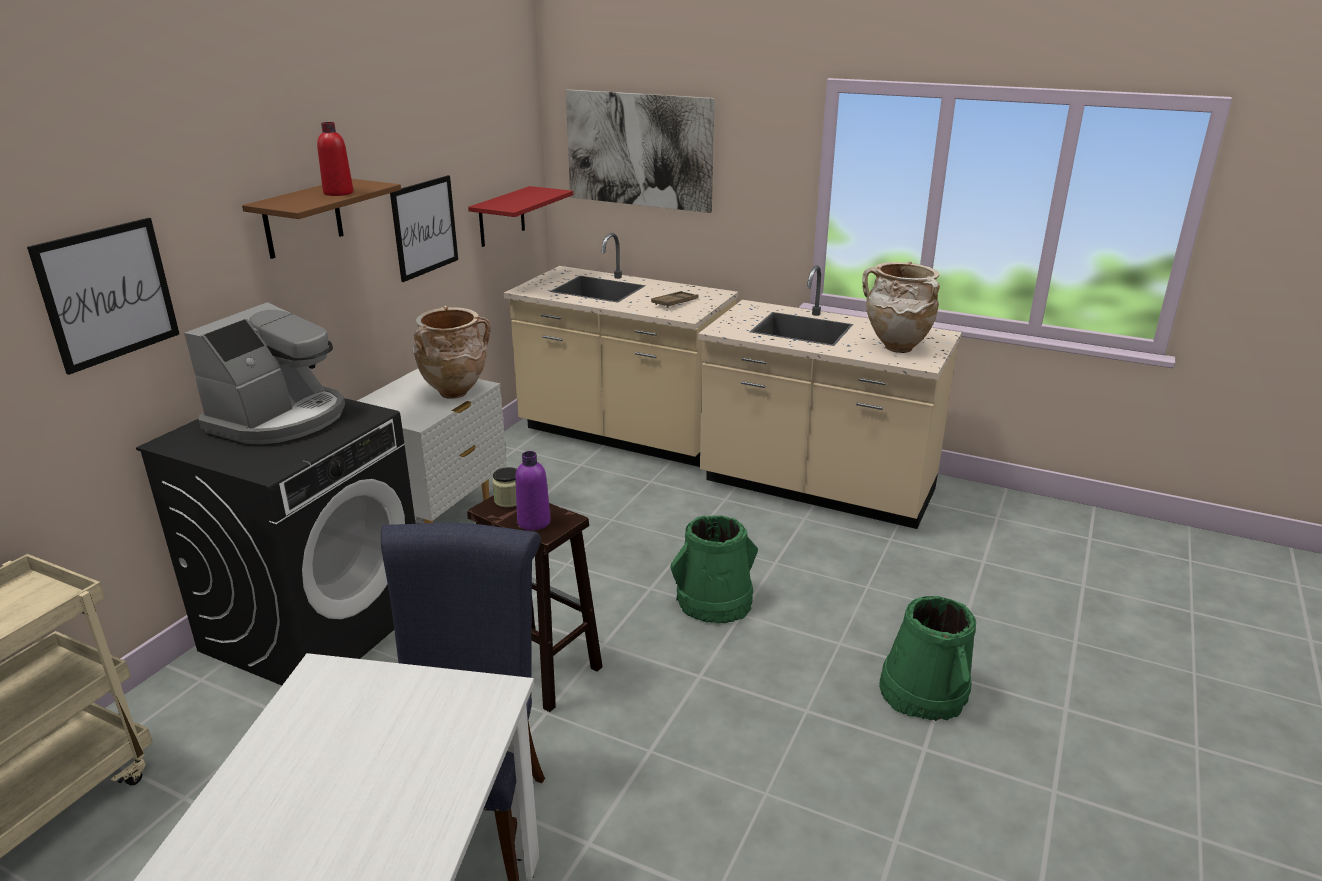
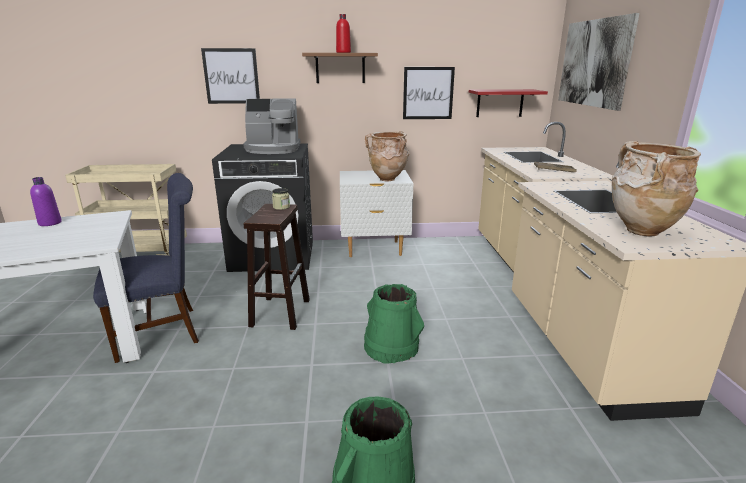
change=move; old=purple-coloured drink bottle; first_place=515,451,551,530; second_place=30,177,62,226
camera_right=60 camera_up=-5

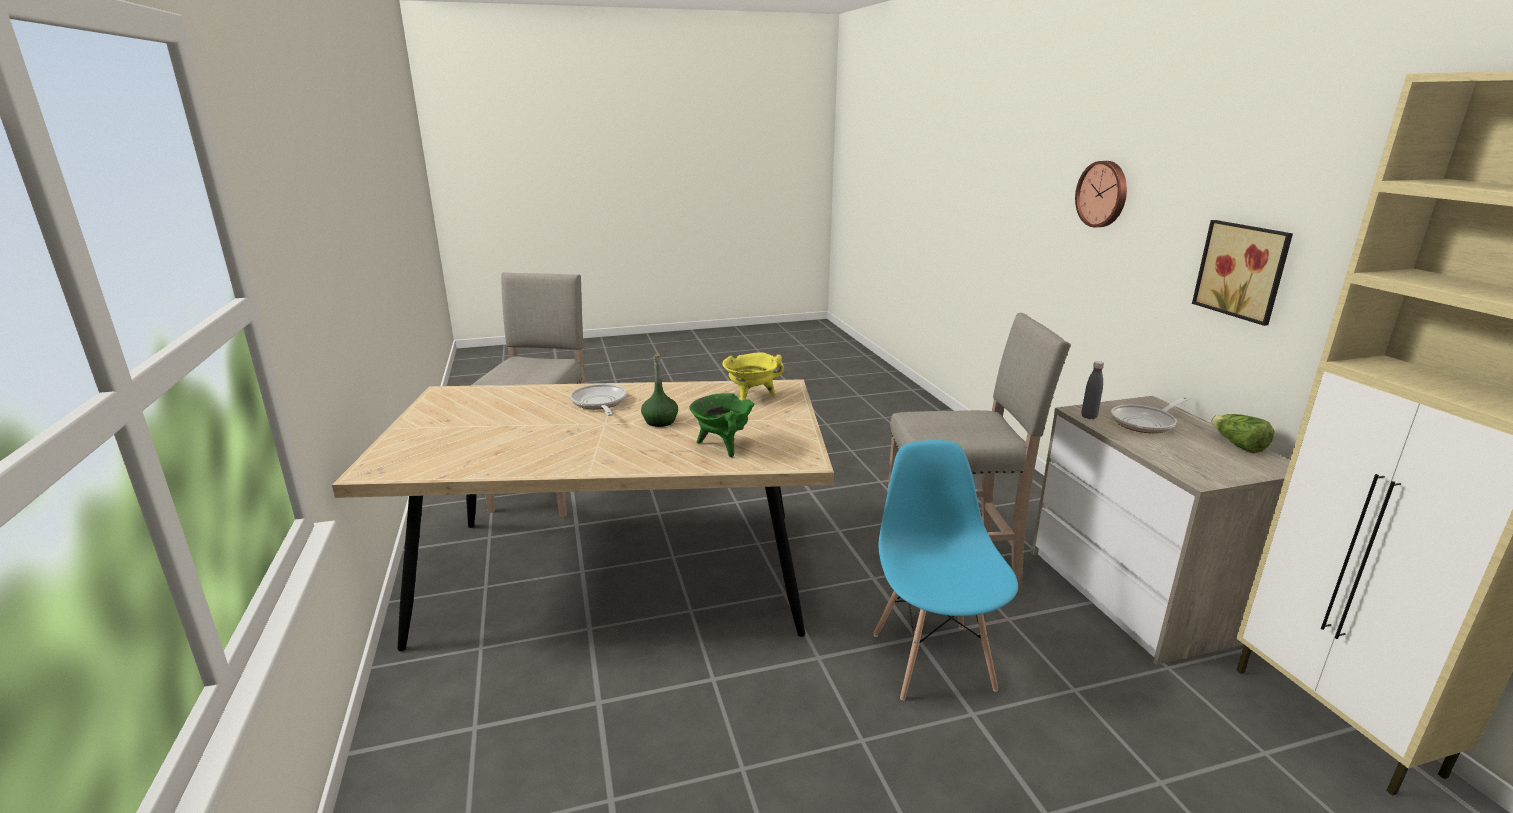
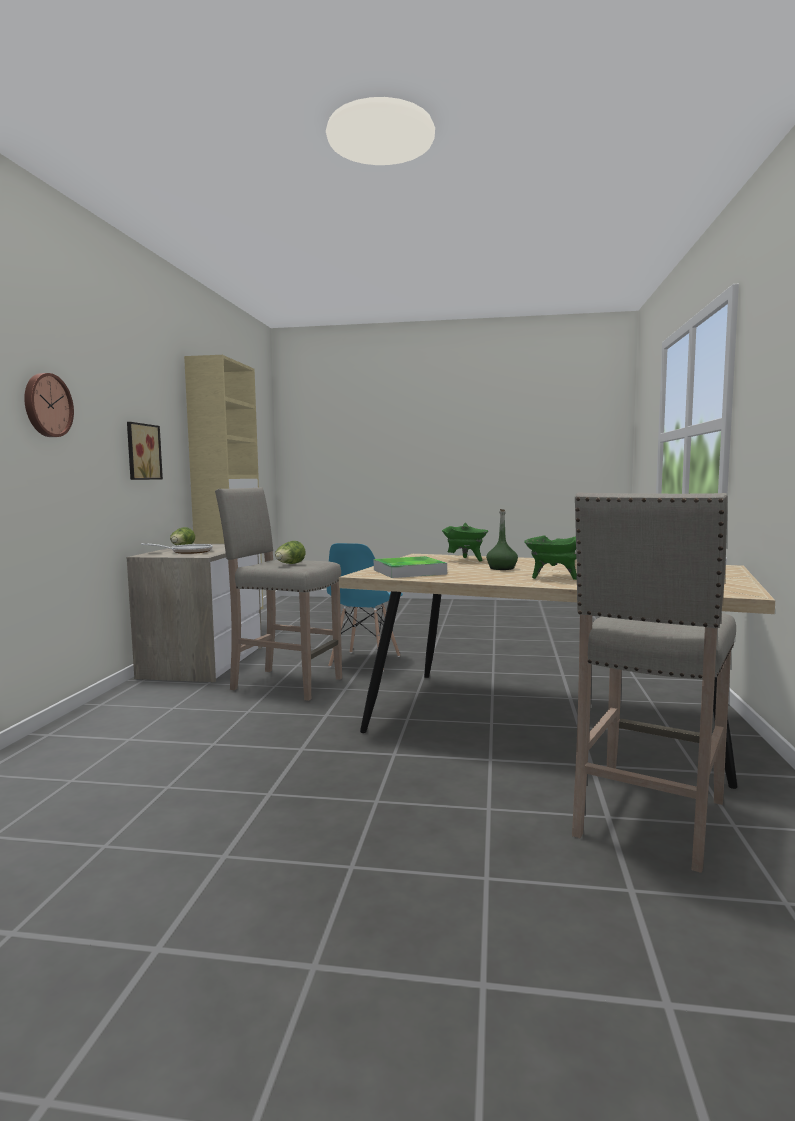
change=delete; old=gray drink bottle; first_place=1082,361,1104,419
change=insert; new=head of lettuce; second_place=275,541,305,564
change=replace; old=frying pan; new=greenish cooking pot; first_place=570,384,627,416; second_place=524,535,577,580
change=replace; old=yellow-coloured cooking pot; new=tray; first_place=722,352,784,401; second_place=374,556,447,578
camera_right=-155 camera_up=-15

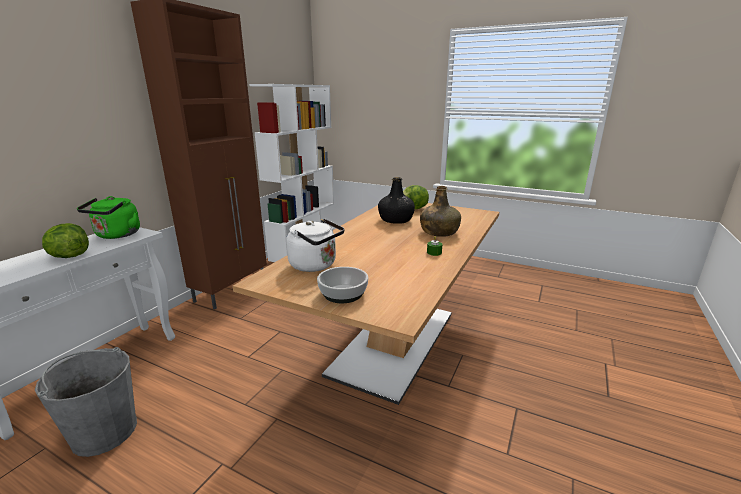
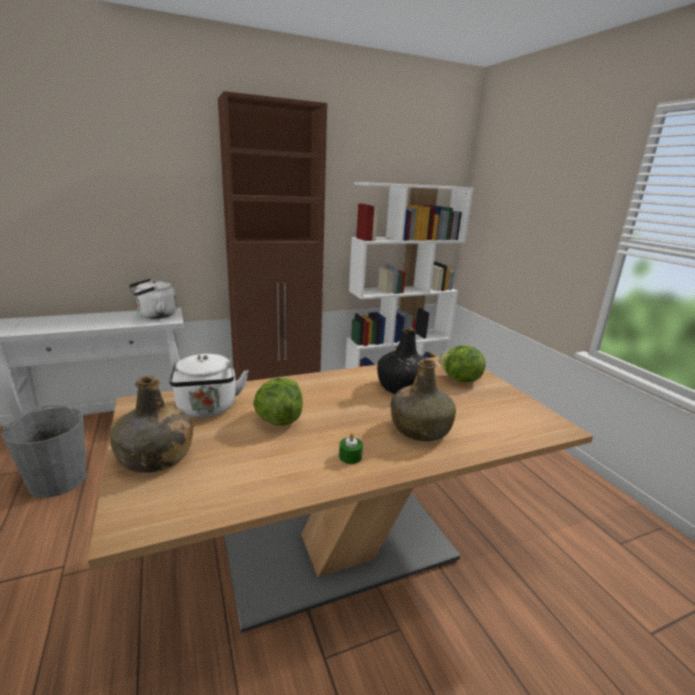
change=move; old=head of lettuce; first_place=42,223,89,258; second_place=253,378,303,426
change=replace; old=bowl; new=greenish drink bottle; first_place=317,267,368,303; second_place=110,376,193,473
change=recolor; old=greenish water kettle; new=white water kettle; first_place=77,196,140,239; second_place=129,279,177,319
camera_right=40 camera_up=0

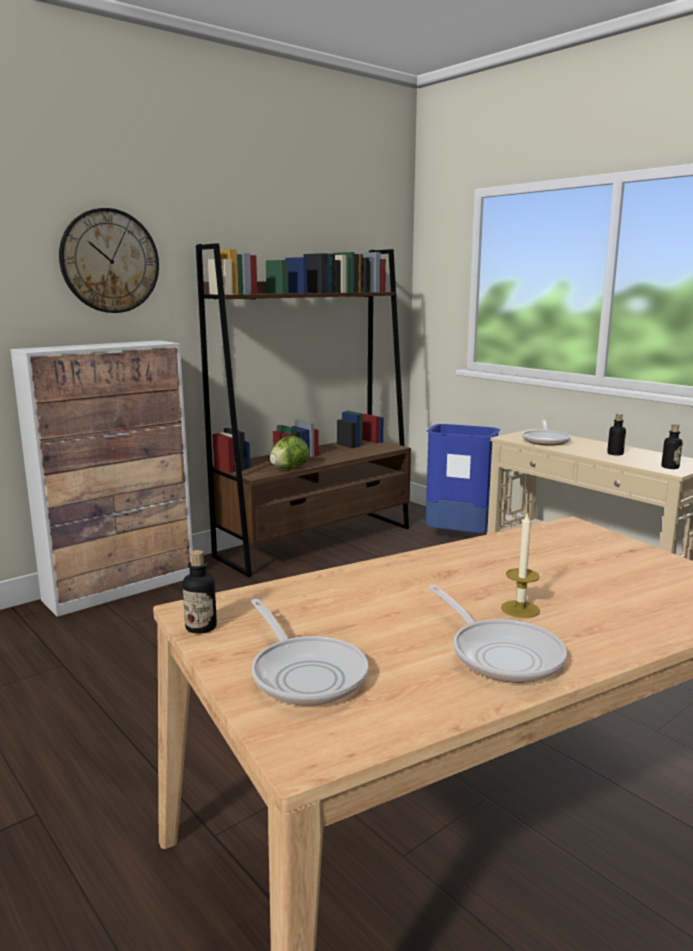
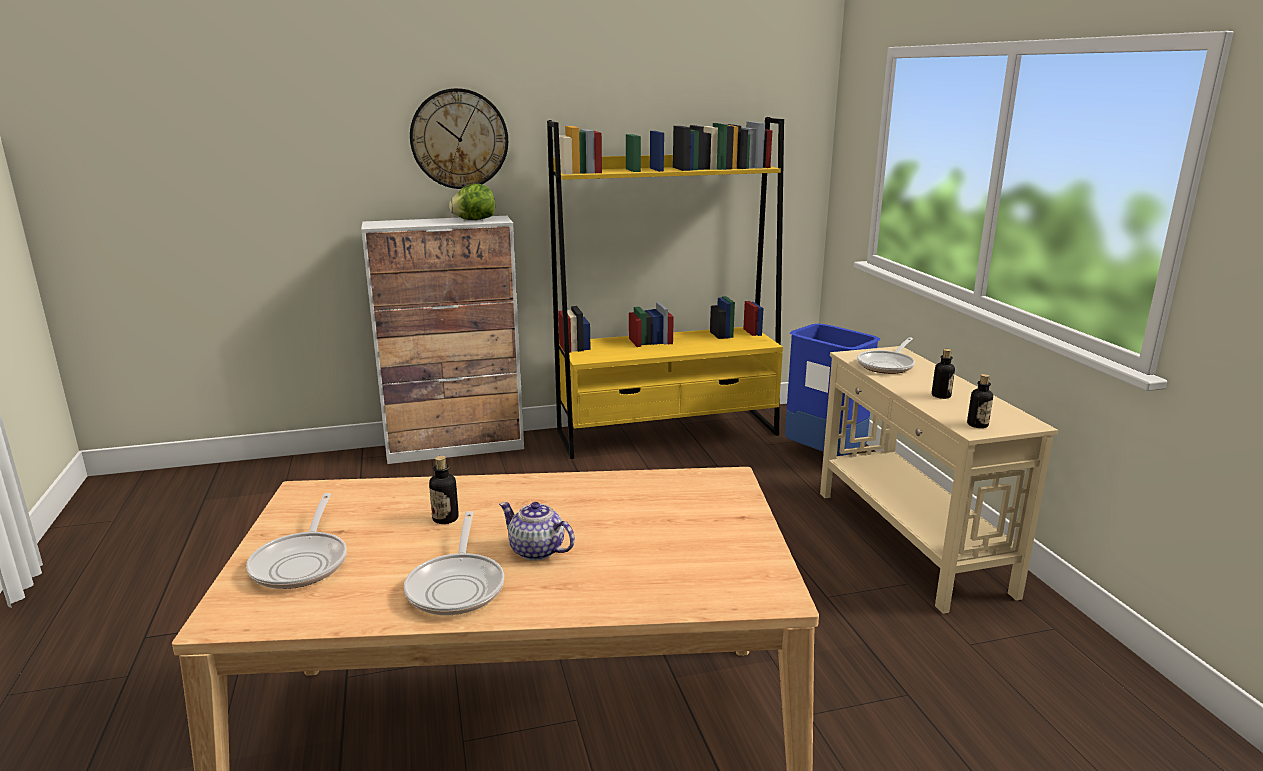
change=move; old=drink bottle; first_place=183,550,217,634; second_place=429,456,459,524
change=move; old=head of lettuce; first_place=270,436,309,469; second_place=449,184,495,220
change=replace; old=wax light; new=teapot; first_place=501,514,540,618; second_place=499,502,575,561
change=recolor; old=brown bookshelf; new=yellow-coloured bookshelf; first_place=196,243,411,577; second_place=547,117,784,459
camera_right=25 camera_up=5

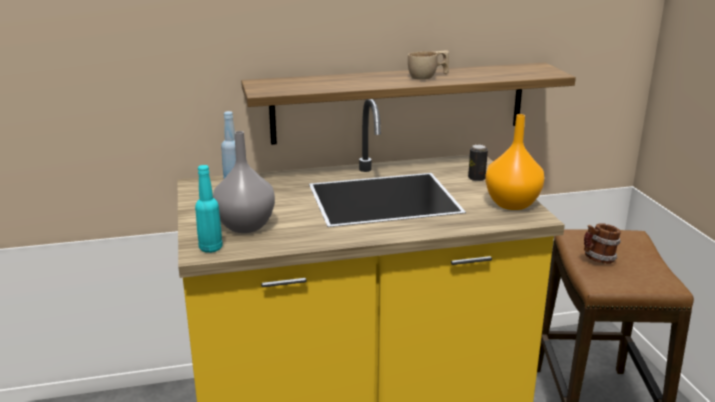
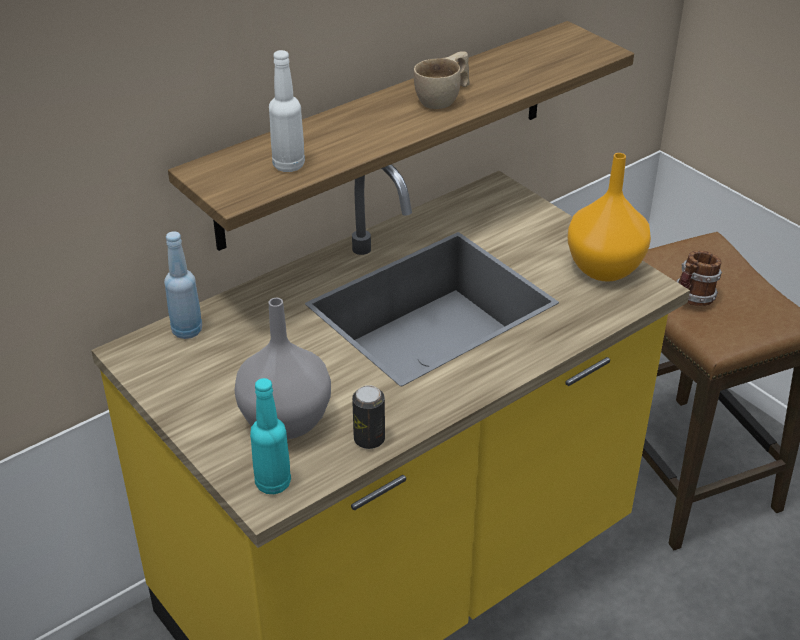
change=insert; new=white drink bottle; second_place=269,50,305,172
change=move; old=metal can; first_place=468,144,488,181; second_place=352,385,385,449
camera_right=-25 camera_up=15

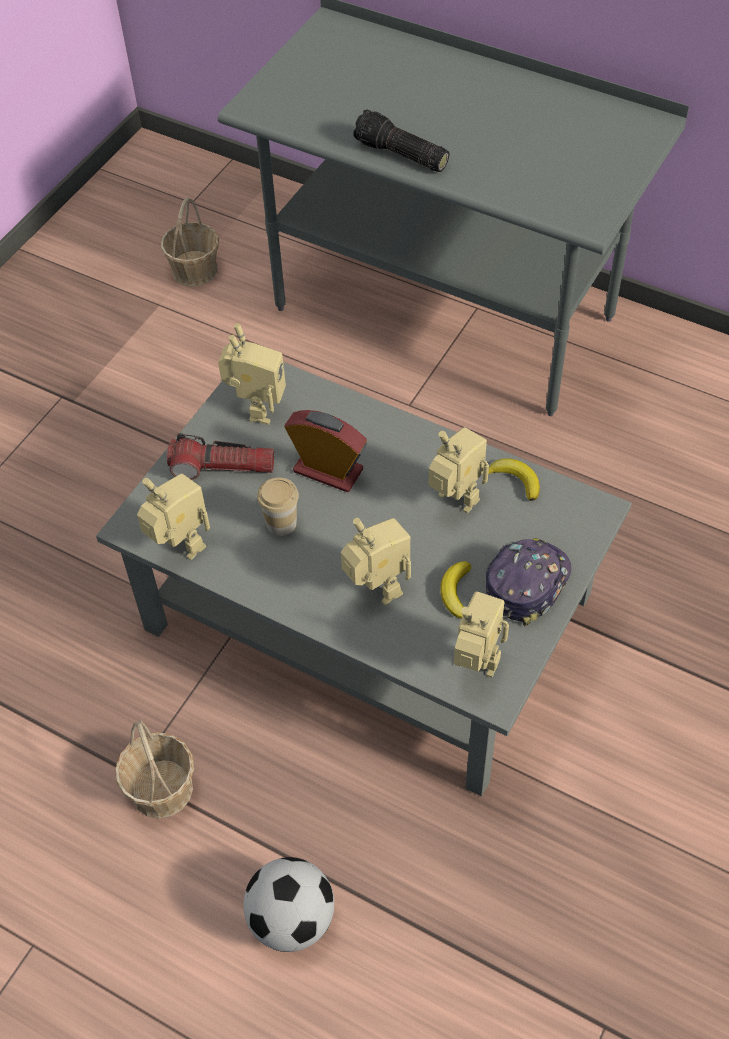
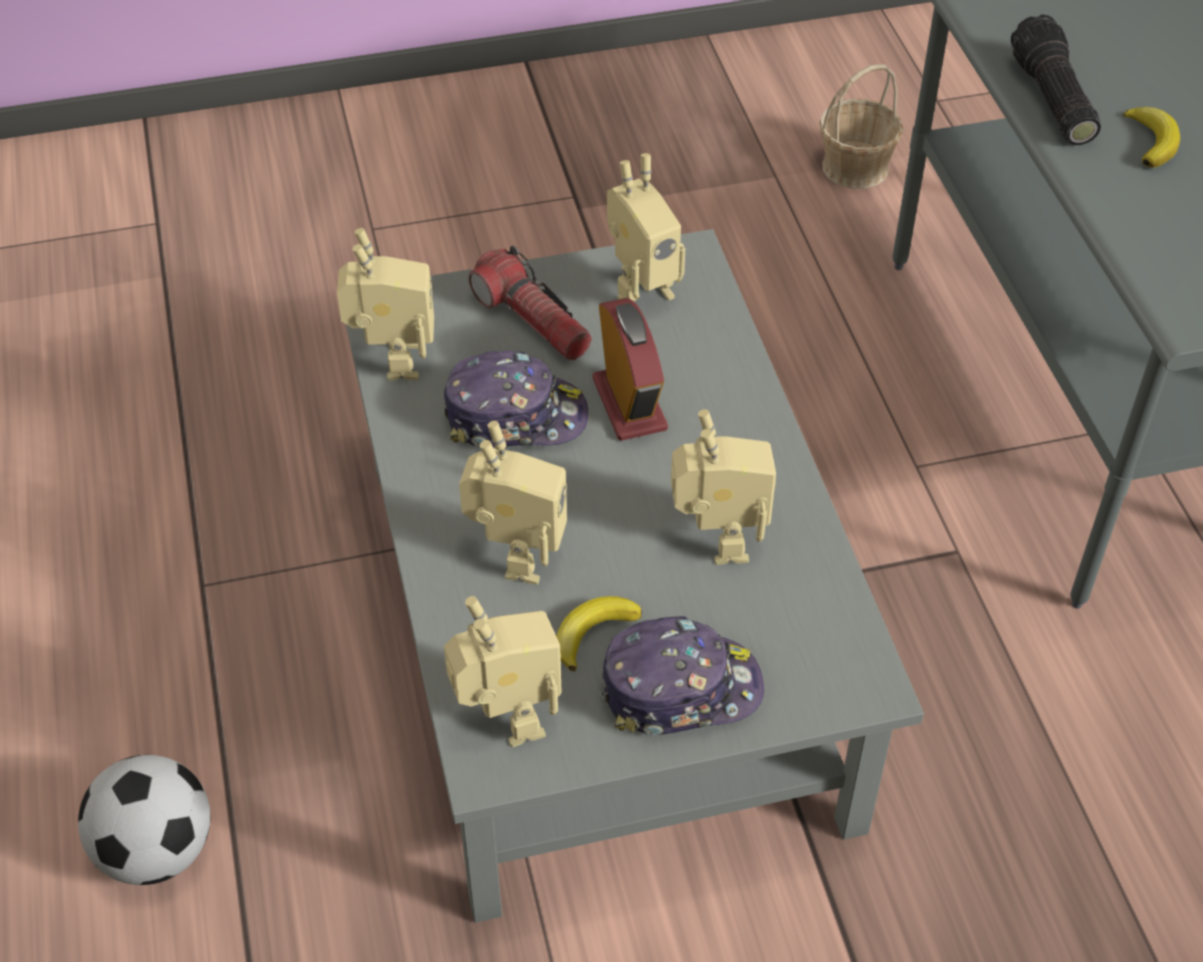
change=delete; old=household basket; first_place=115,720,194,819
change=move; old=banana; first_place=488,458,540,501; second_place=1123,107,1180,168
change=replace; old=small cup; new=cap; first_place=257,478,299,536; second_place=443,351,588,447
camera_right=45 camera_up=-5

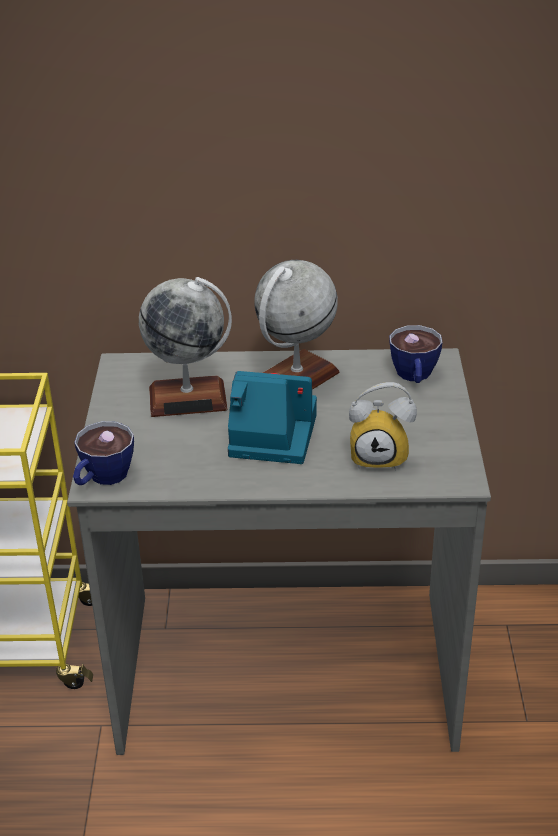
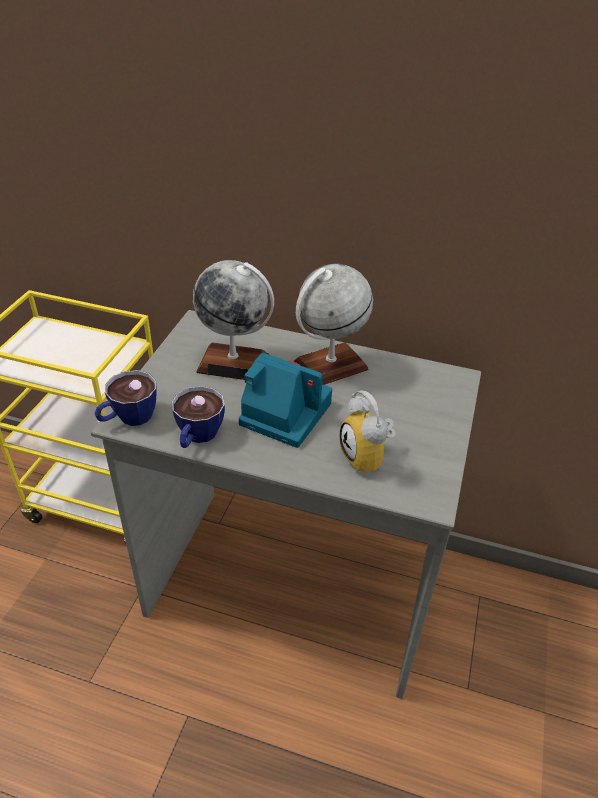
change=move; old=small cup; first_place=389,325,443,383; second_place=172,386,225,448
change=rotate; old=table clock; first_place=349,382,417,471; second_place=339,391,395,473; degrees=45
camera_right=15 camera_up=5

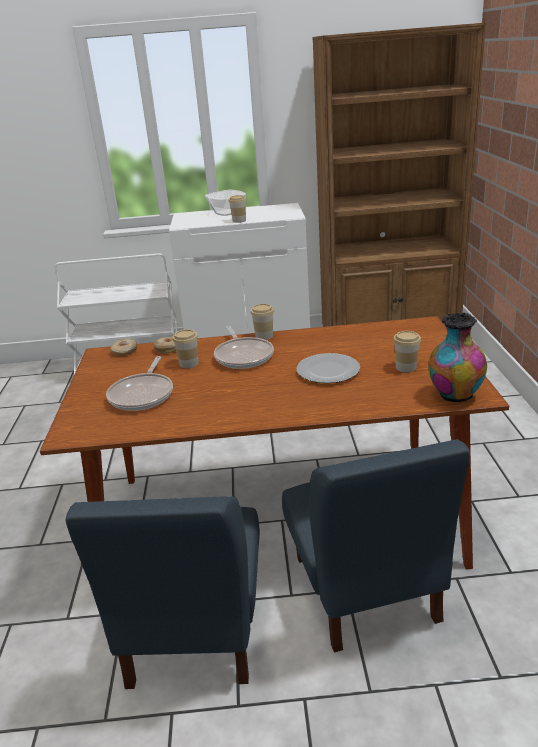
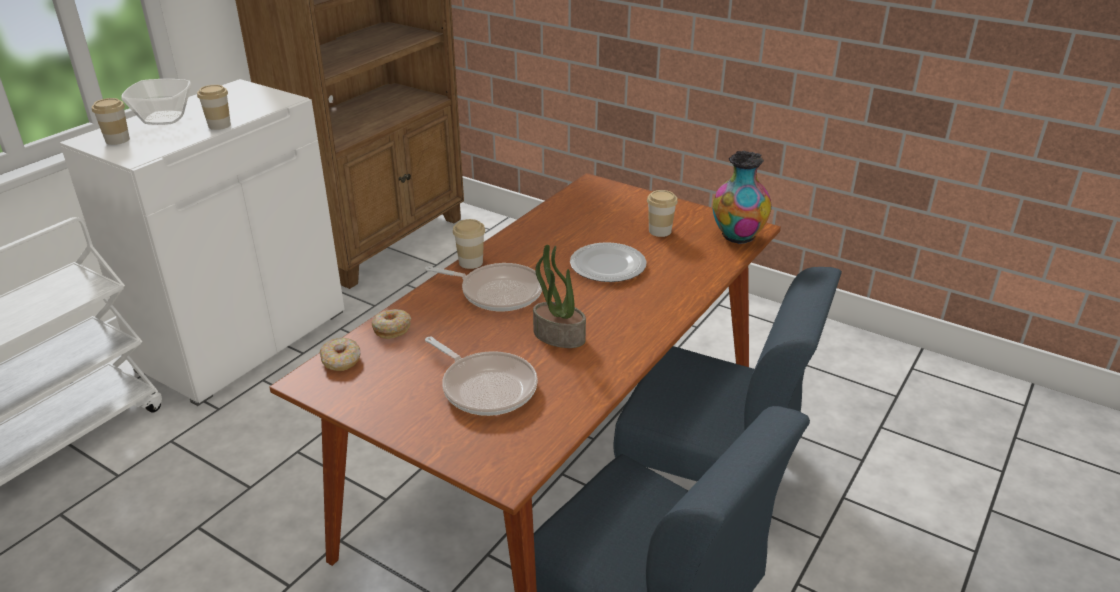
change=insert; new=plant in a pot; second_place=533,245,586,348
change=move; old=small cup; first_place=172,329,198,368; second_place=92,98,130,145
camera_right=-55 camera_up=5

